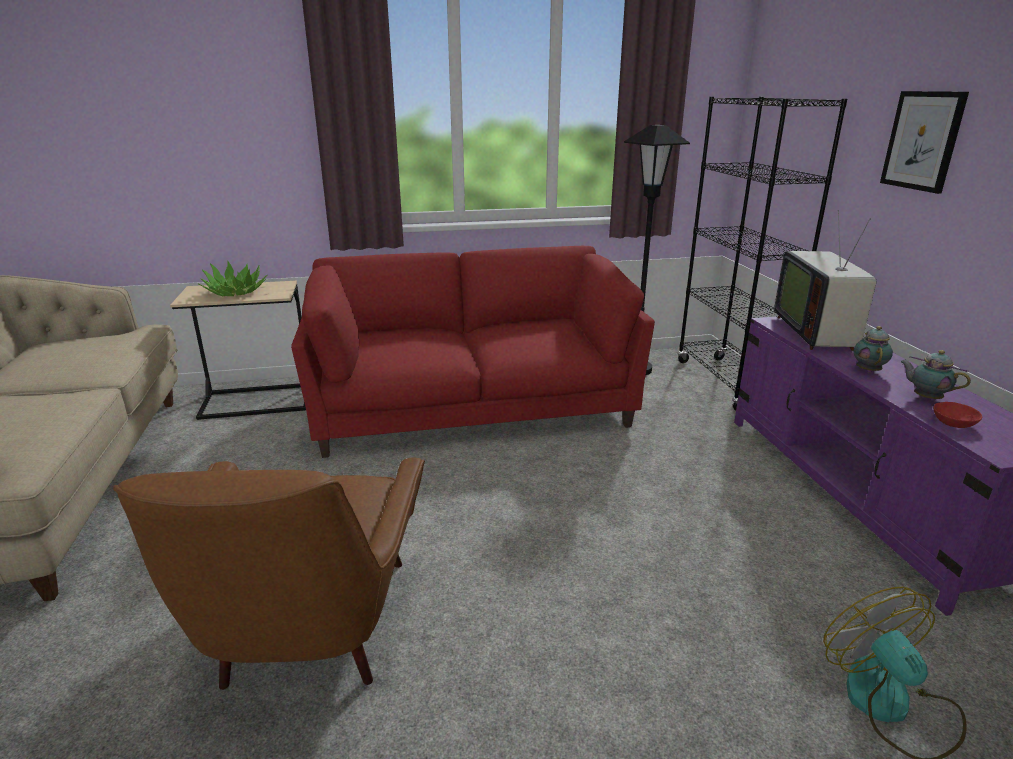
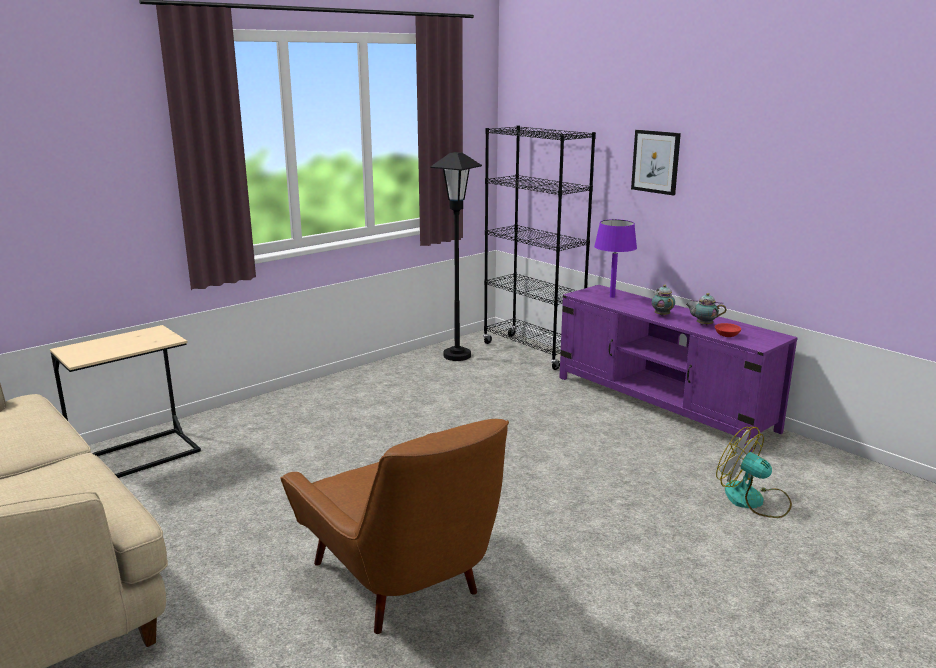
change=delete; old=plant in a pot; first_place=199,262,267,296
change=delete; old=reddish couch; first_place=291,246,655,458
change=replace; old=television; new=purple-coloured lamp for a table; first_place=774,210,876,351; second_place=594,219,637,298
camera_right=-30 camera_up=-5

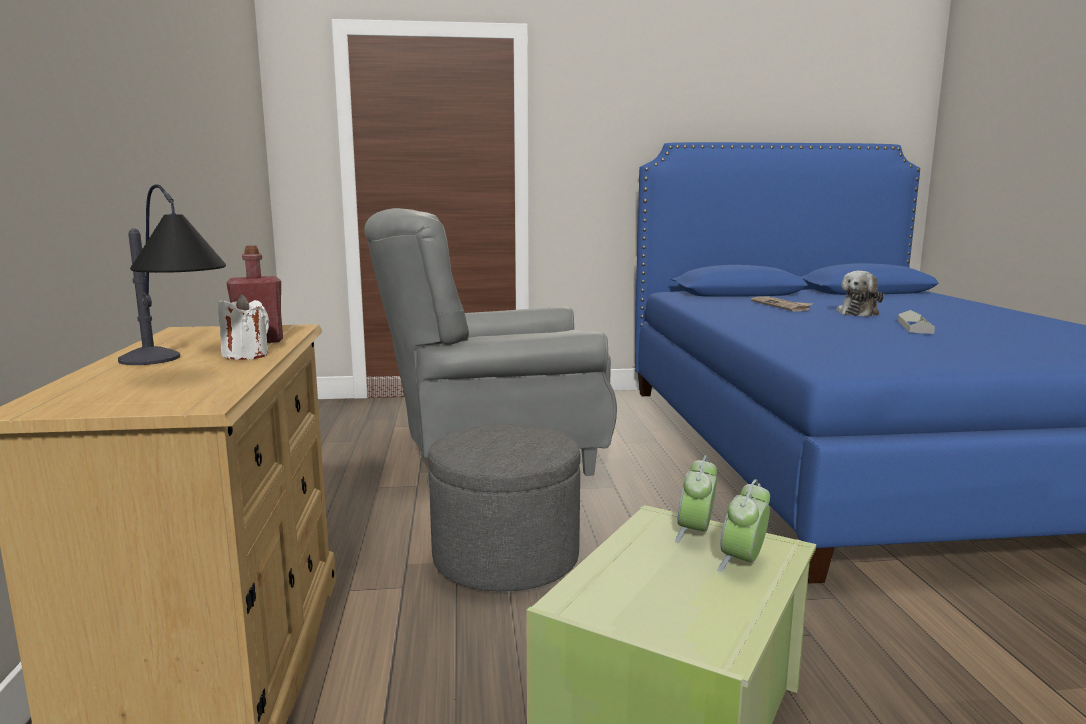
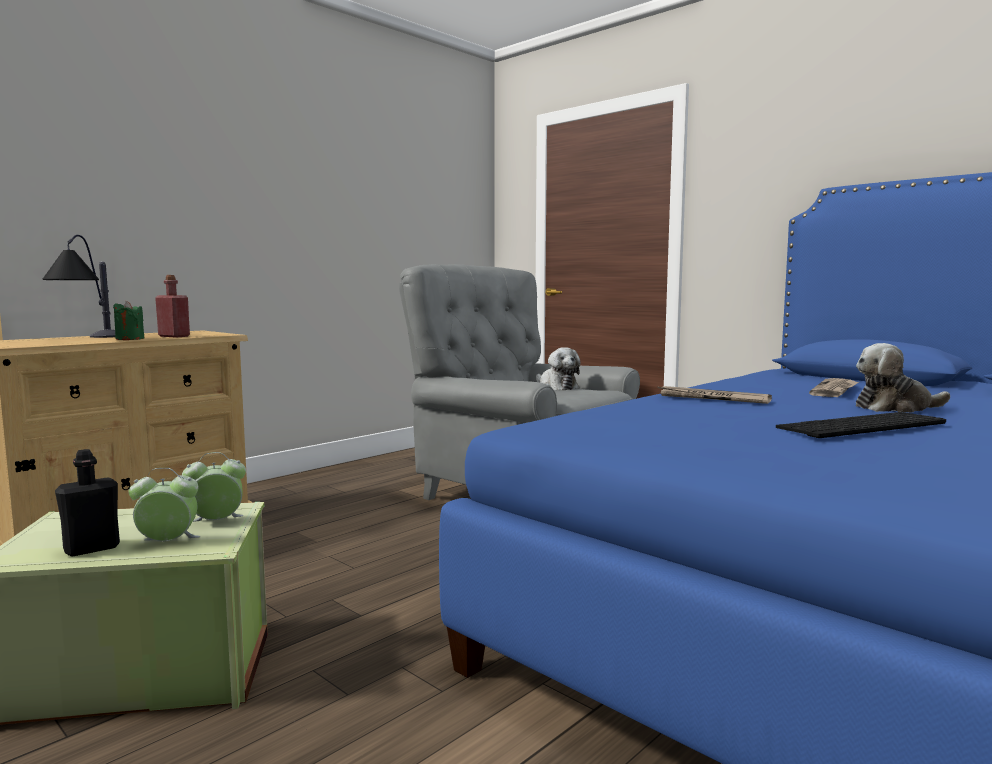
change=delete; old=gray ottoman; first_place=428,424,581,592
change=insert; new=blackish drink bottle; second_place=55,449,120,557
change=insert; new=cuddly toy; second_place=536,347,581,390
change=insert; new=printed paper; second_place=657,386,772,404
change=replace; old=gray tray; new=computer keyboard; first_place=898,310,935,334; second_place=776,412,946,438
change=recolor; old=white wax light; new=greenish wax light; first_place=218,294,269,360; second_place=113,301,144,340
camera_right=50 camera_up=-5

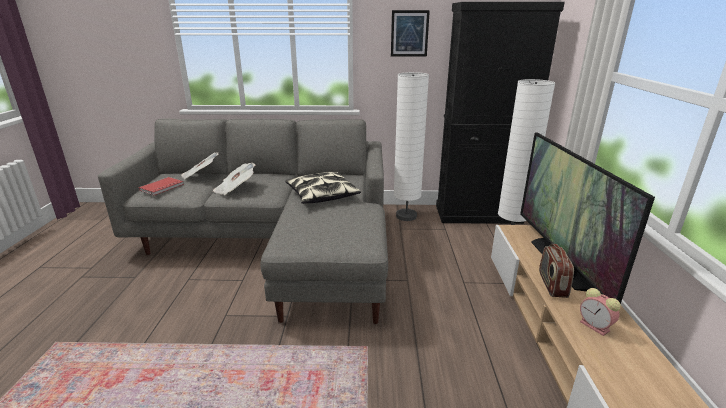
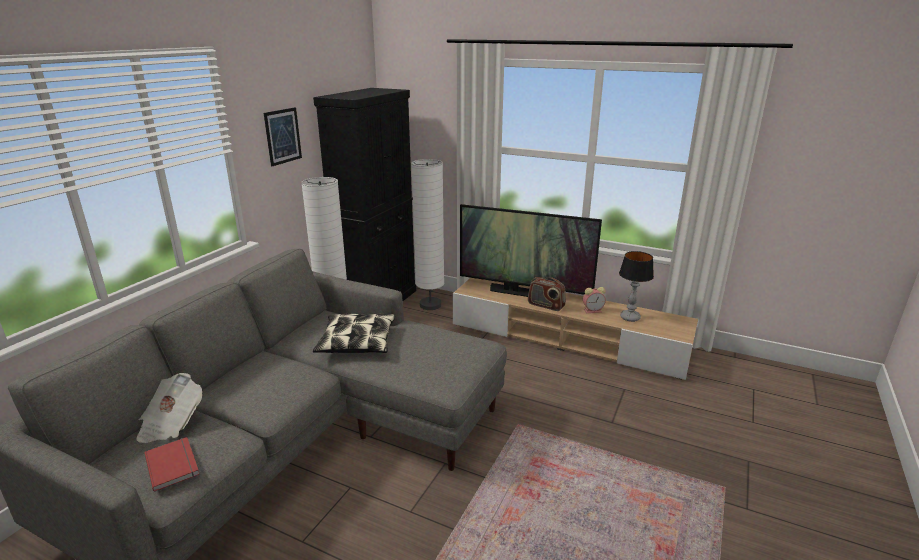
change=delete; old=printed paper; first_place=213,163,255,195
change=insert; new=lamp for a table; second_place=619,251,654,322
camera_right=-65 camera_up=0

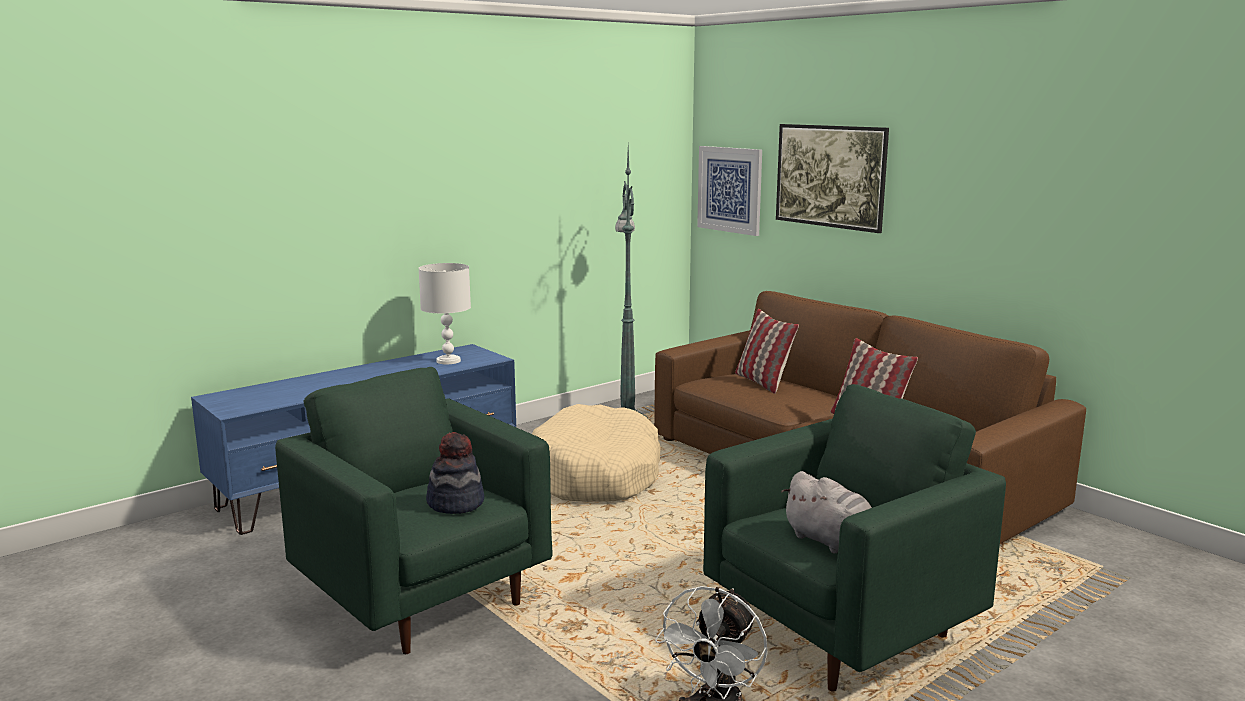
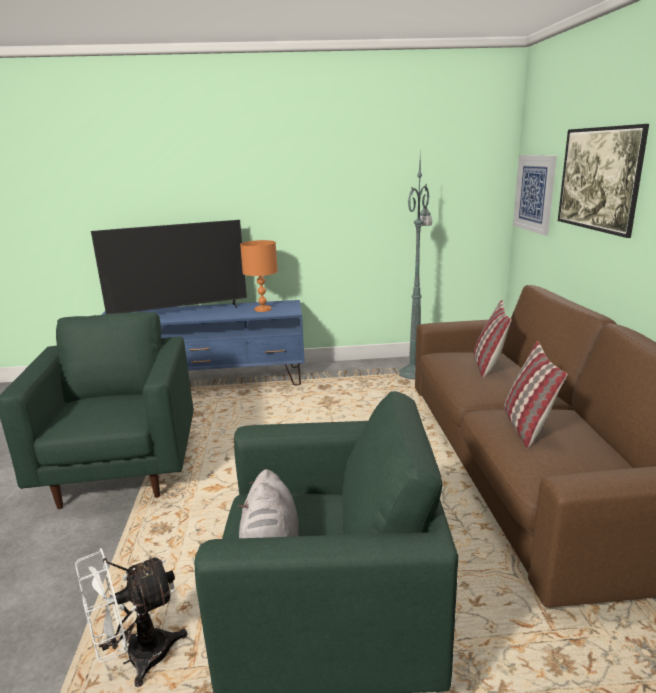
change=delete; old=clothing hat; first_place=426,432,484,514
change=delete; old=beige pet bed; first_place=532,404,661,502
change=insert; new=television; second_place=91,220,247,314
change=recolor; old=white lamp for a table; new=orange-coloured lamp for a table; first_place=418,263,471,364; second_place=240,240,278,312
camera_right=35 camera_up=5

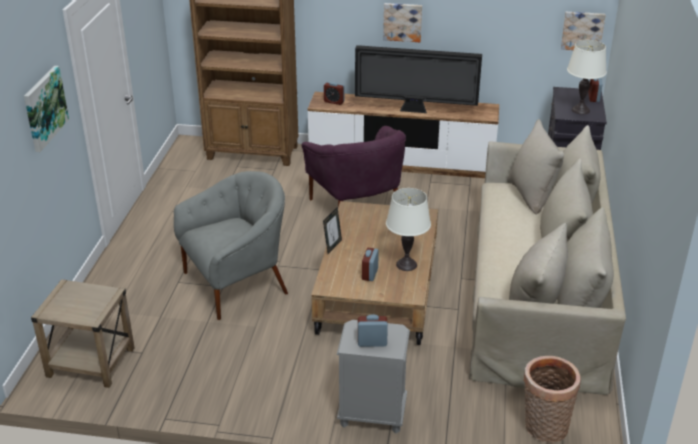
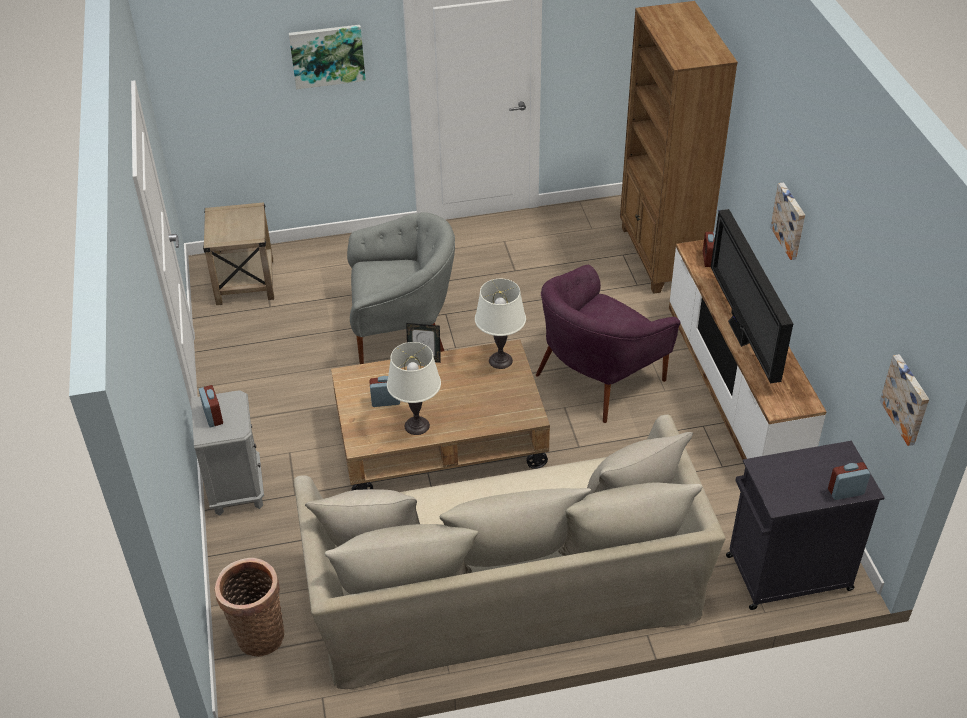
change=move; old=white lamp for a table; first_place=567,40,607,114; second_place=475,279,526,369
change=rotate; old=gray easy chair; first_place=174,171,288,320; second_place=347,212,455,364; degrees=-45
camera_right=70 camera_up=10

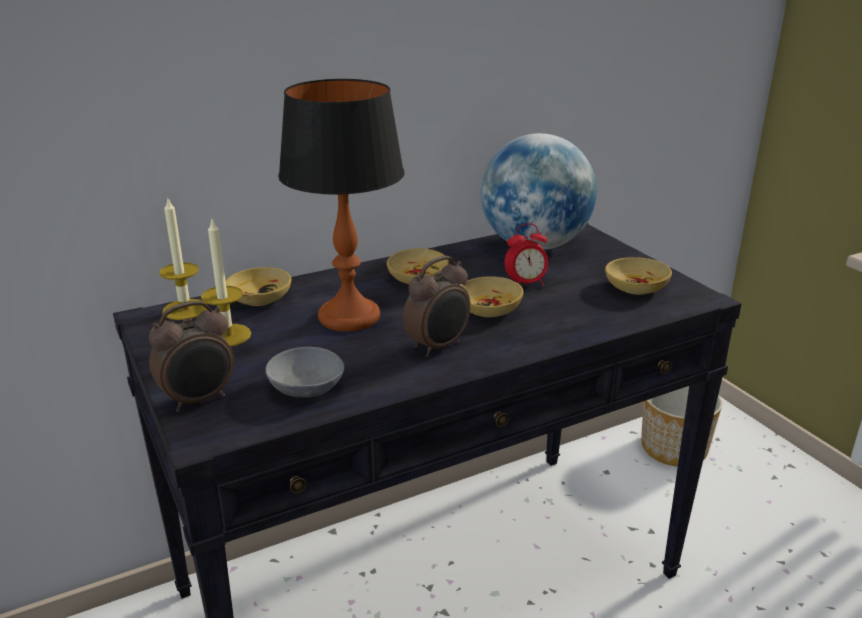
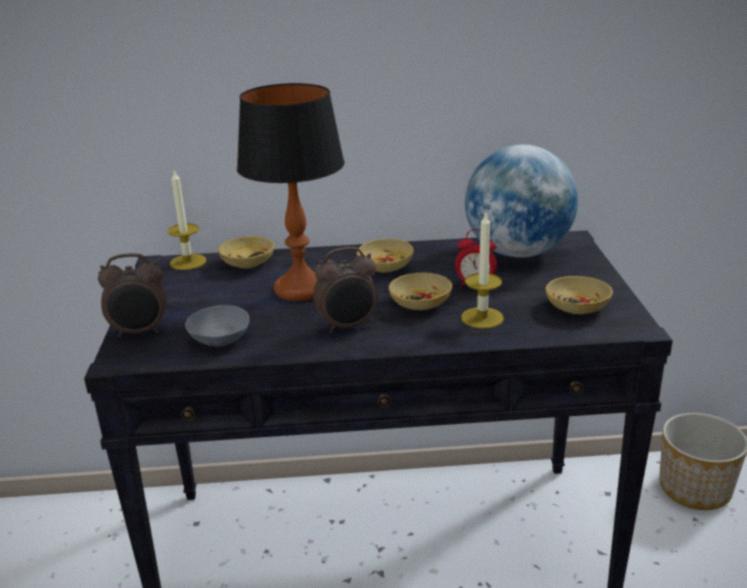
change=move; old=wax light; first_place=201,217,251,347; second_place=461,211,504,329
camera_right=25 camera_up=0

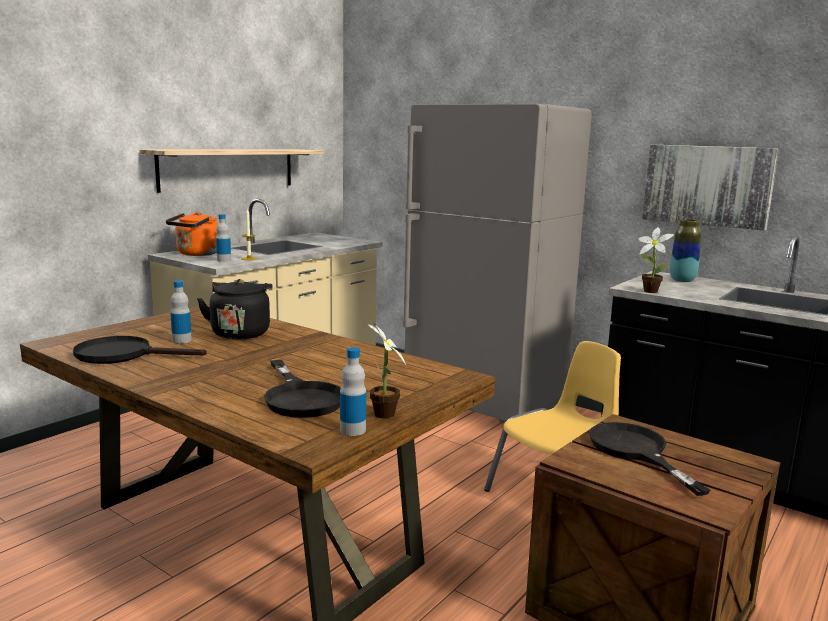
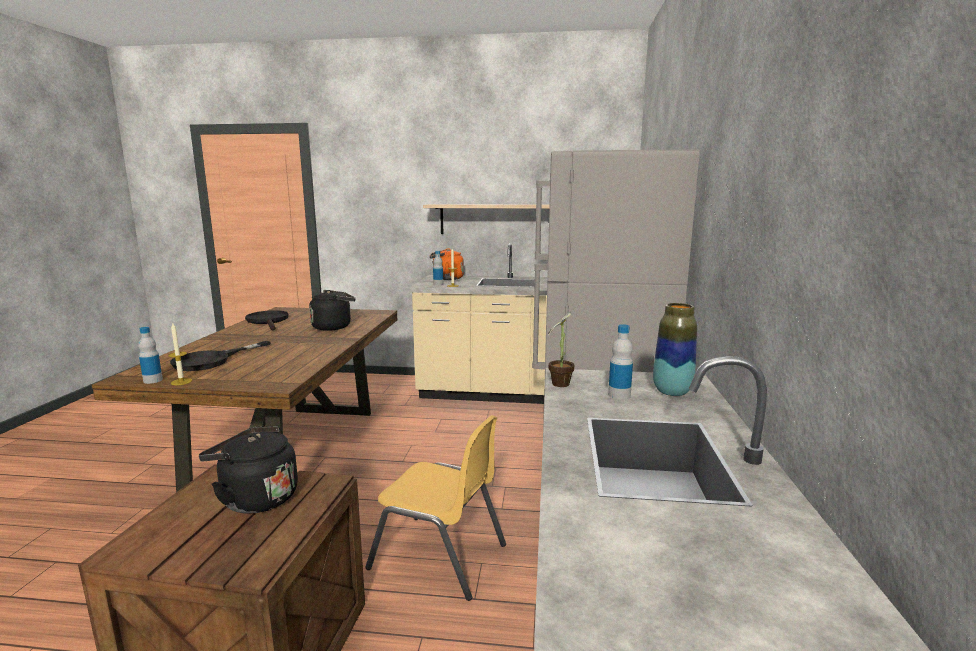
change=delete; old=wall art; first_place=642,145,779,230
change=move; old=drink bottle; first_place=170,280,192,344; second_place=608,324,633,400
change=replace; old=plant in a pot; new=wax light; first_place=367,324,406,419; second_place=168,323,192,385
change=replace; old=blackish frying pan; new=blackish water kettle; first_place=589,422,710,496; second_place=199,426,298,514
camera_right=60 camera_up=0

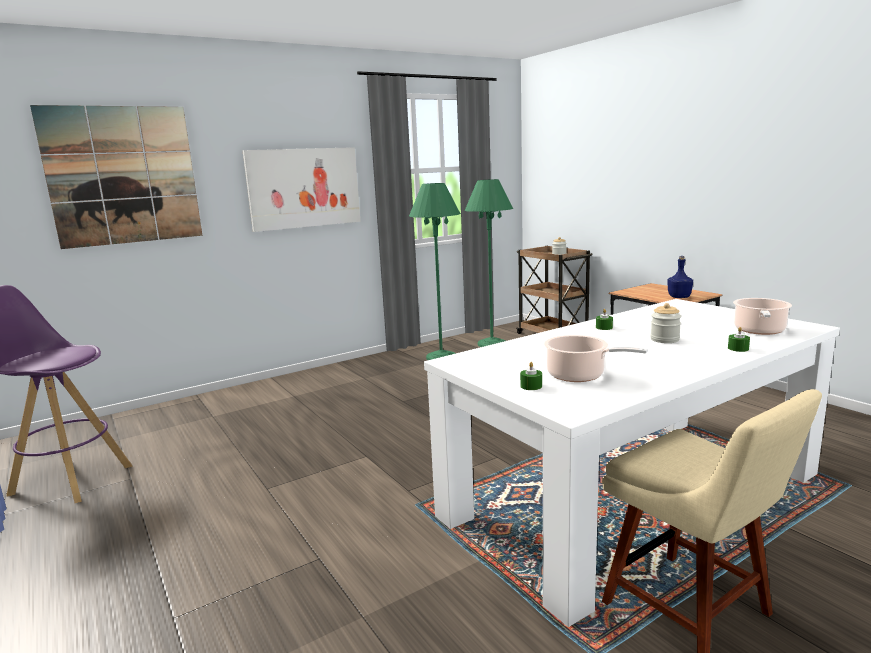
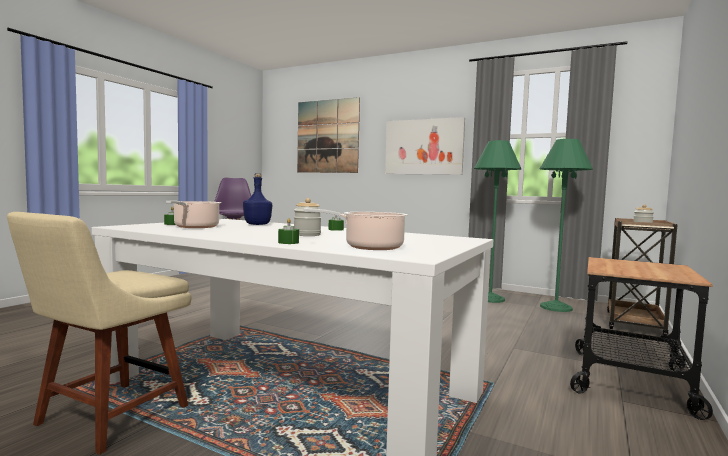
change=move; old=blue-coloured drink bottle; first_place=667,256,693,298; second_place=243,173,272,225
camera_right=60 camera_up=-10

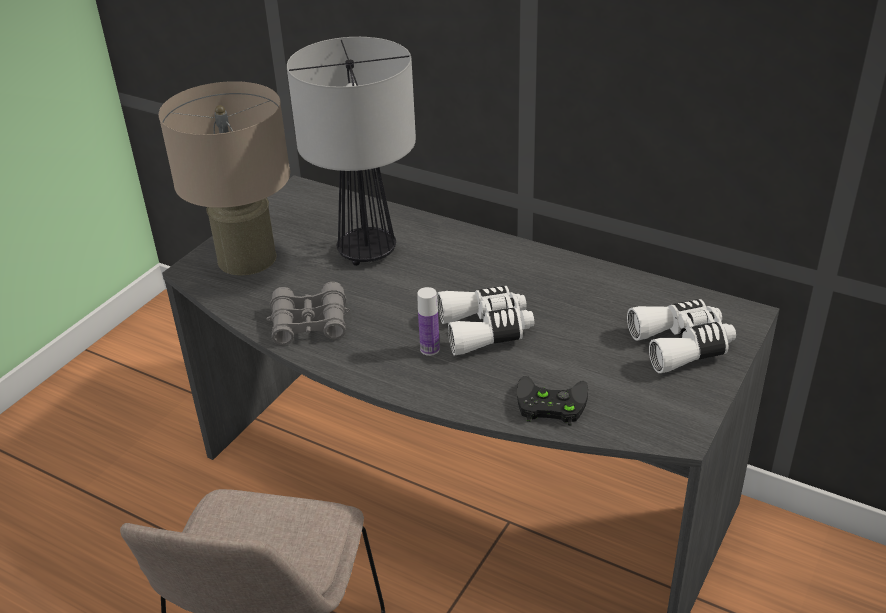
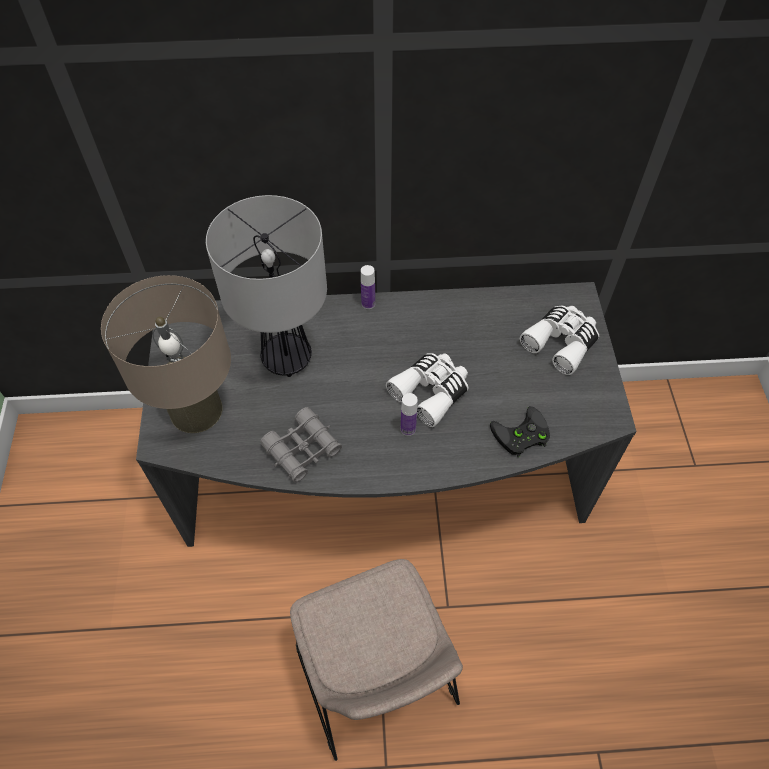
change=insert; new=drink bottle; second_place=361,265,375,309
camera_right=-35 camera_up=20

